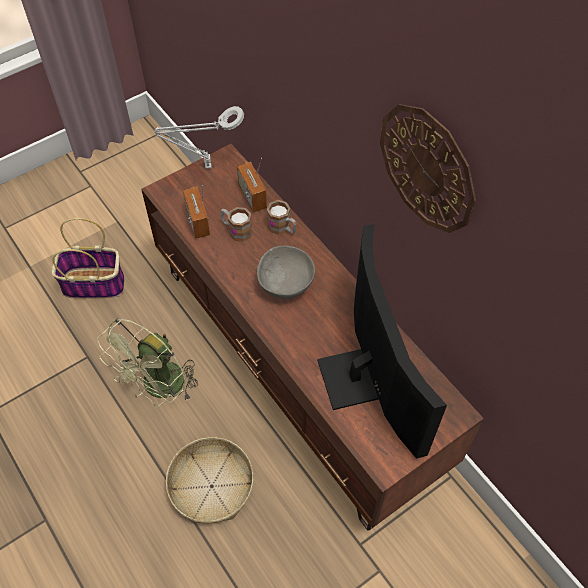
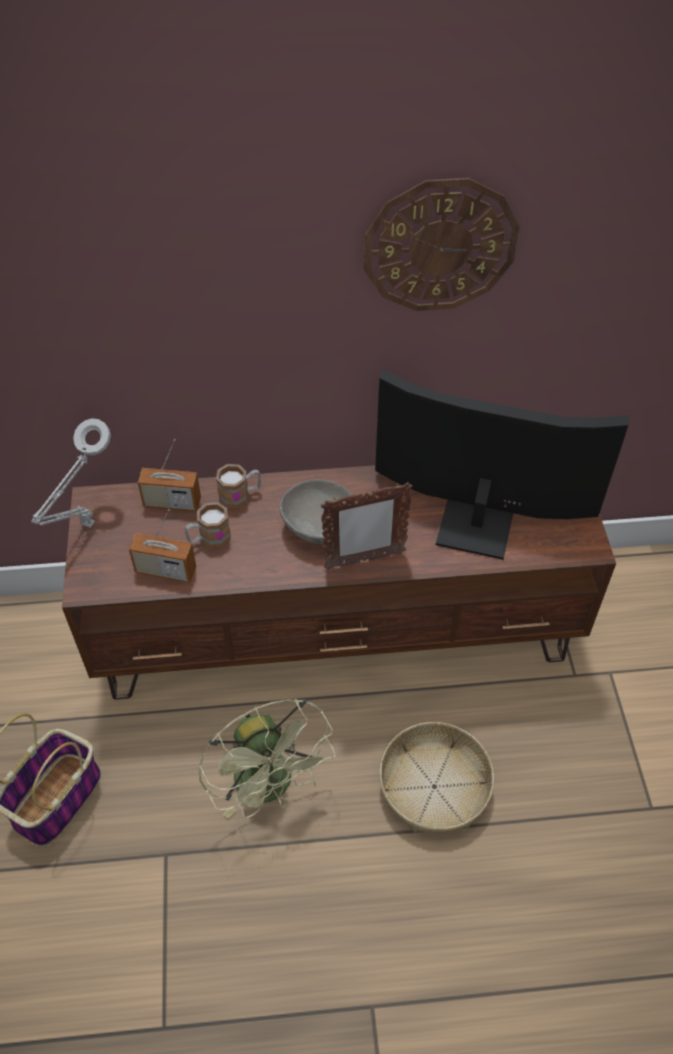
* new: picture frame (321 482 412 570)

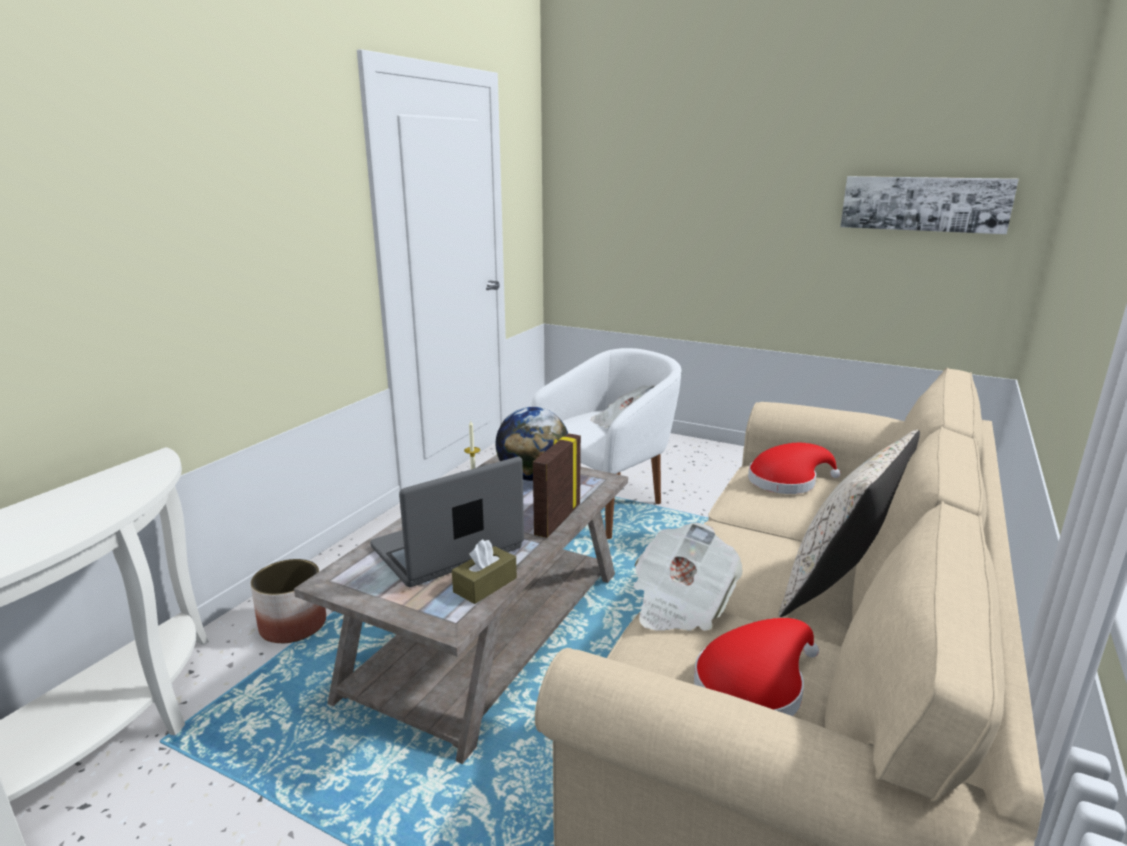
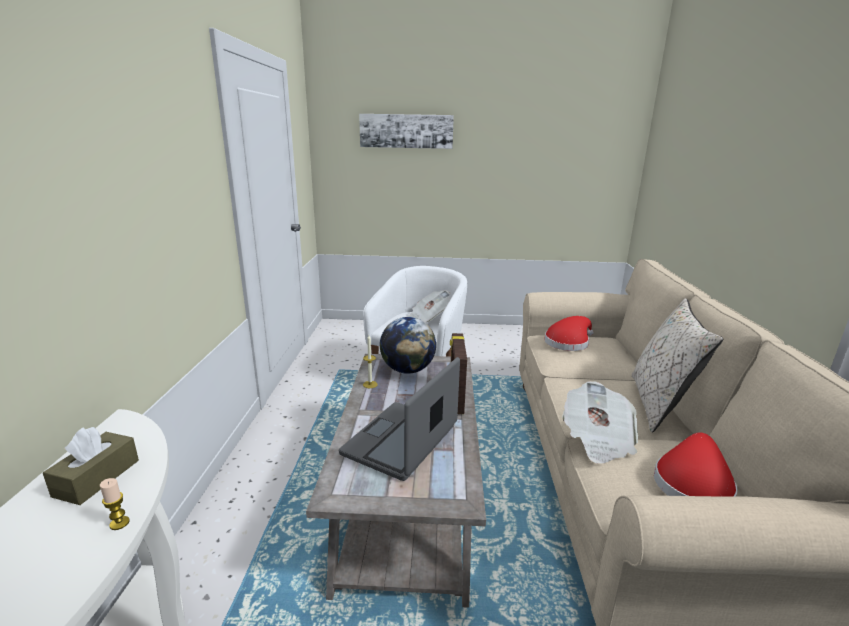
* gone: planter (250 559 326 643)
* new: candle (100 478 130 530)
* shifted: brown tissue box (452 539 517 604) to (43 427 139 505)
* shifted: picture (840 176 1019 234) to (359 114 454 149)

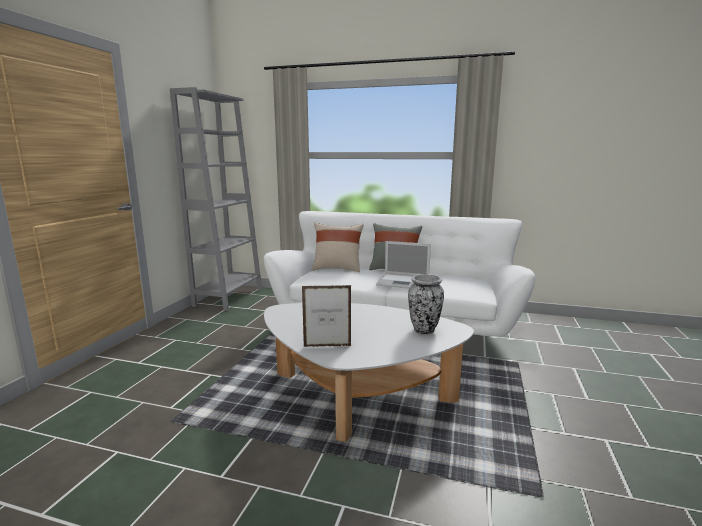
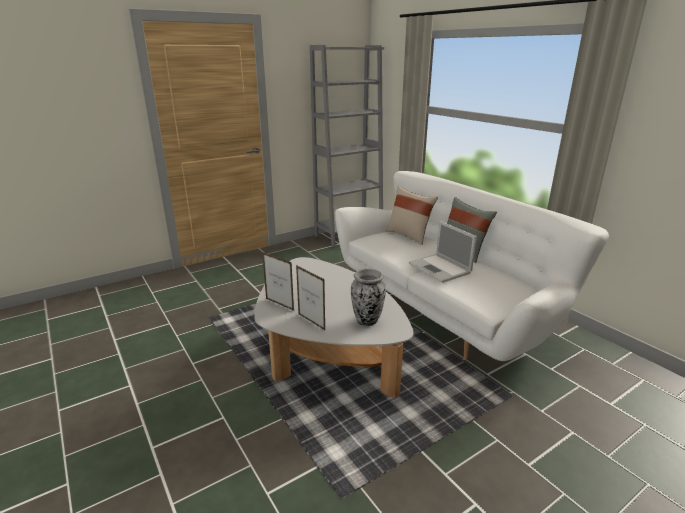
* new: picture frame (296 265 325 330)

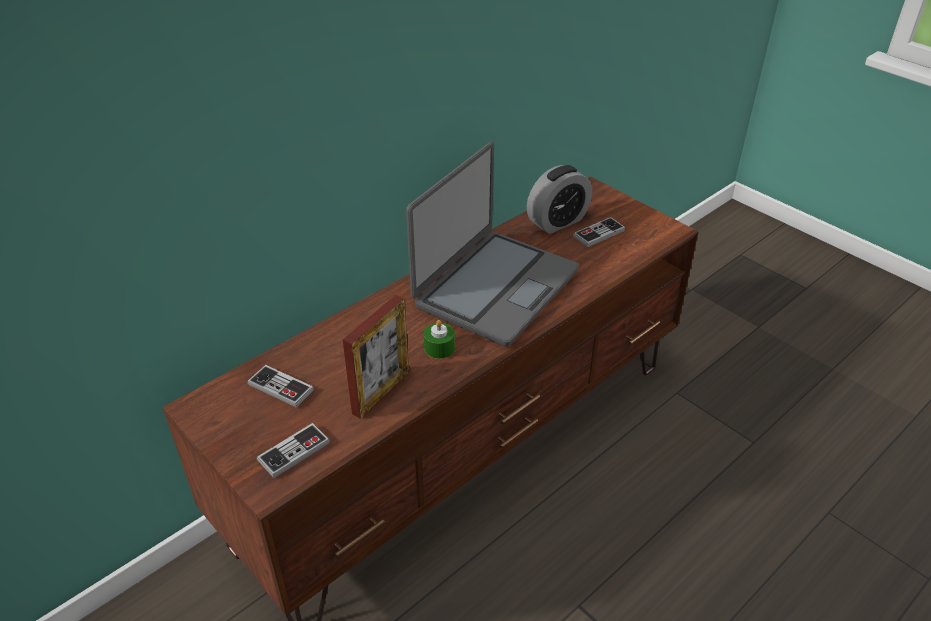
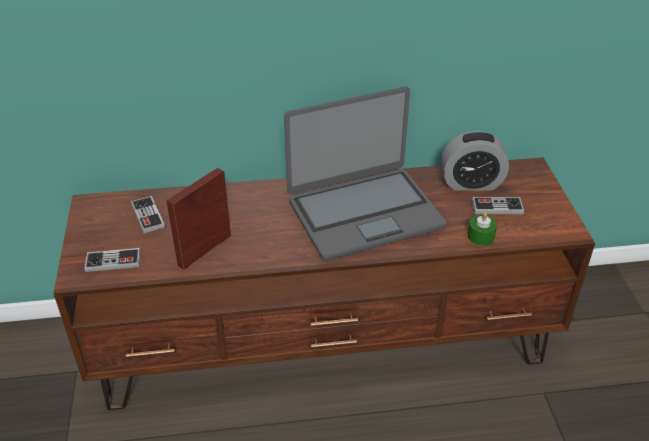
* shifted: green candle (424 320 455 359) to (468 212 497 246)
* rotated: picture frame (343 295 409 419) = (166 168 231 270) 150 degrees clockwise

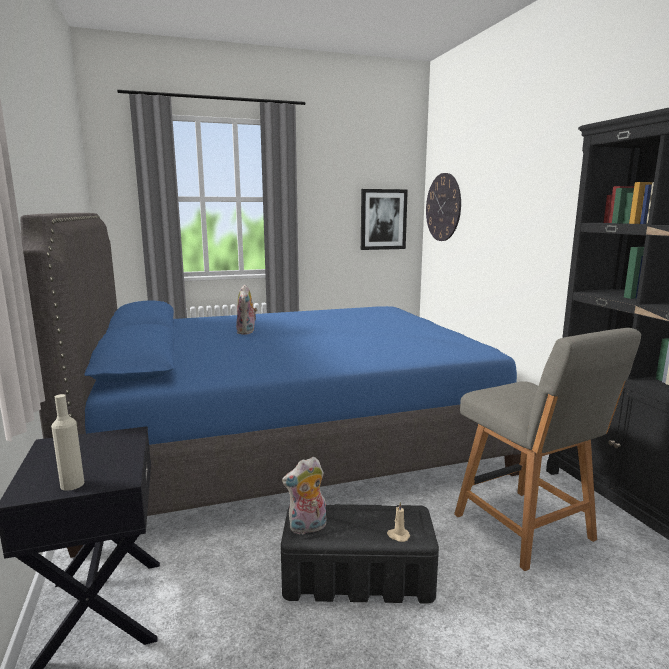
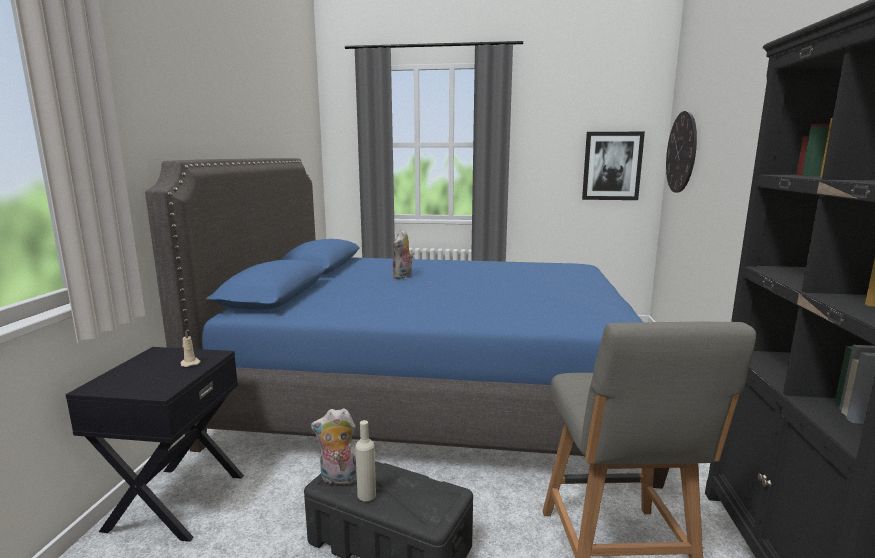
* shifted: beige bottle (51 394 85 491) to (355 420 376 501)
* shifted: beige candle (387 502 410 542) to (180 331 201 367)

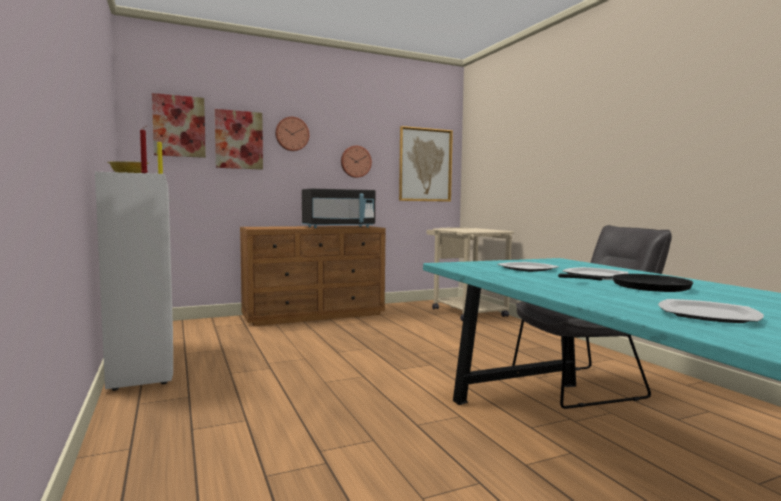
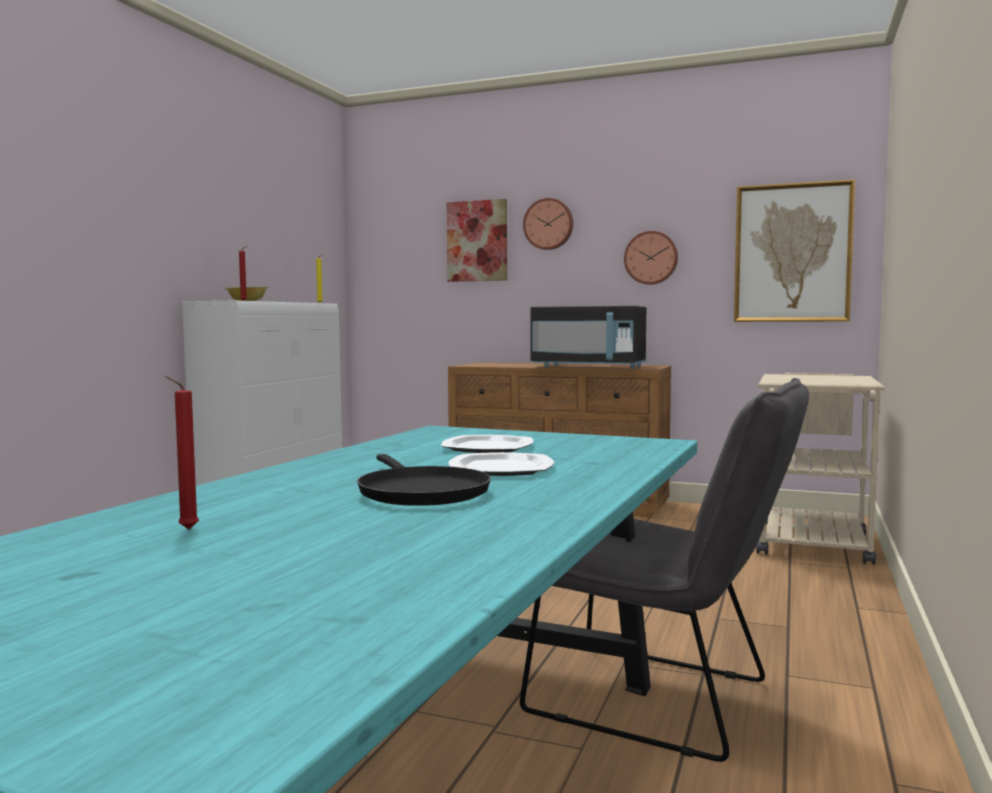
* gone: picture (152 93 206 158)
* swapped: plate (658 299 764 323) to red candle (164 376 199 529)

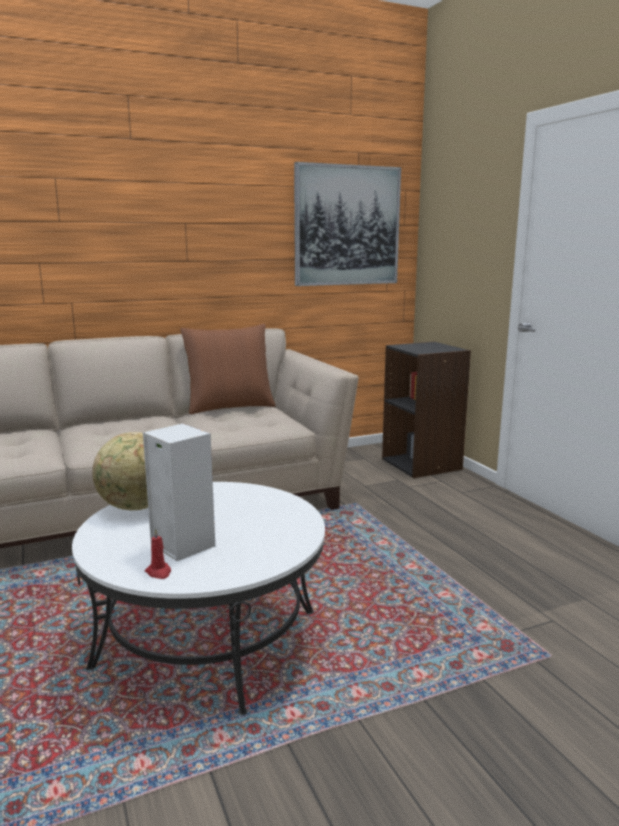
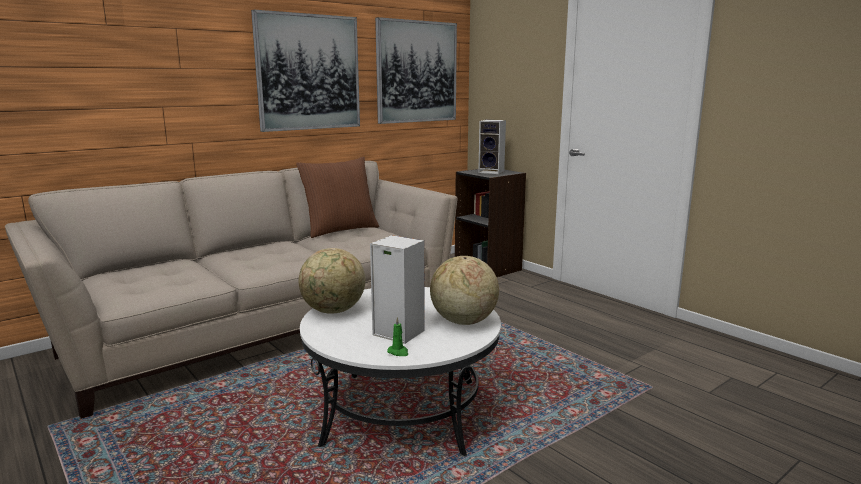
* new: picture (251 10 360 132)
* new: globe (430 256 499 325)
* new: speaker (478 120 506 174)
* repainted: red candle (145 528 171 579) to green candle (387 317 408 356)

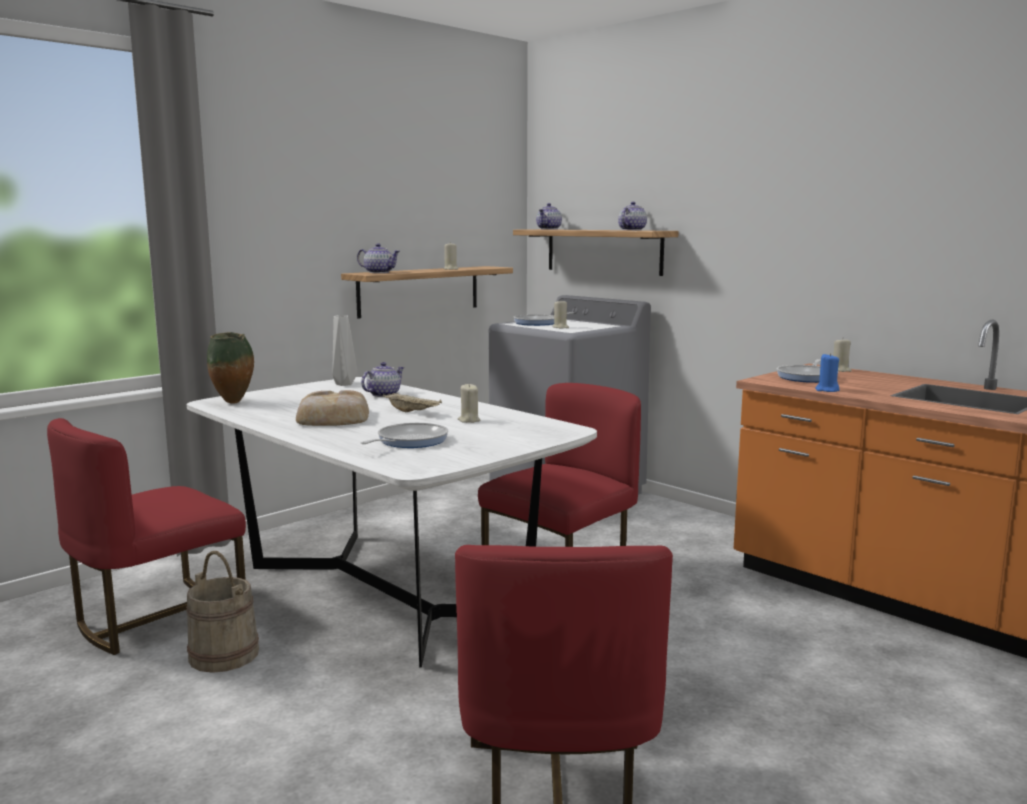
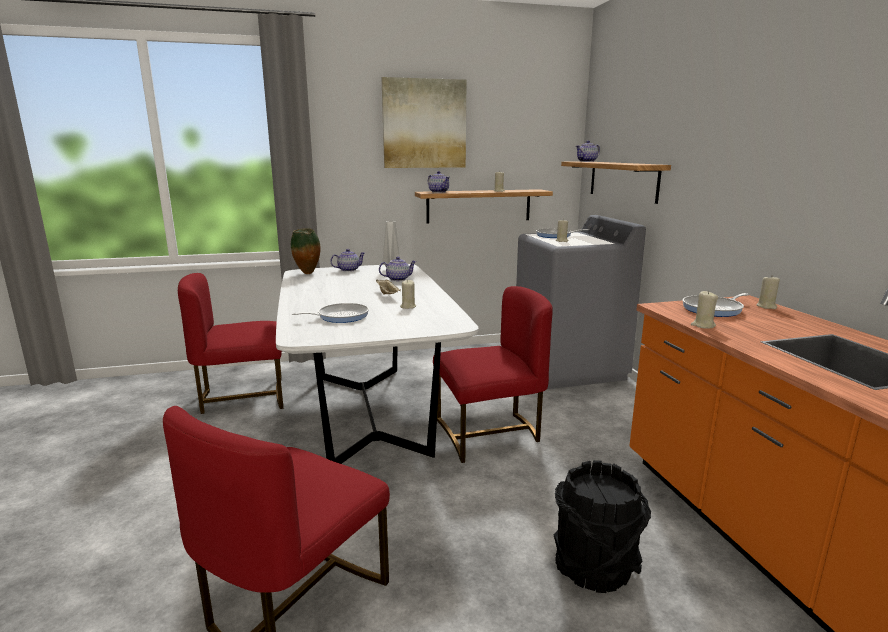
* gone: beige bucket (186 551 259 673)
* gone: bread (296 390 369 426)
* new: picture (381 77 467 168)
* new: black bucket (554 460 651 593)
* shifted: teapot (618 202 647 230) to (330 249 365 272)
* repainted: blue candle (815 353 839 392) to beige candle (691 291 718 329)

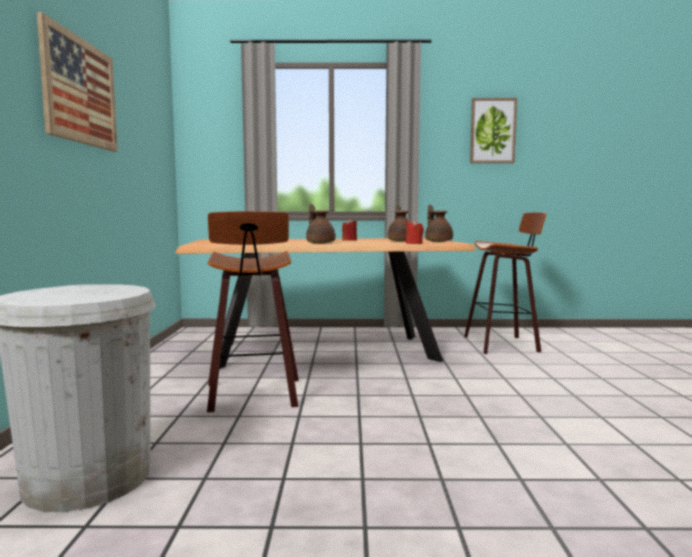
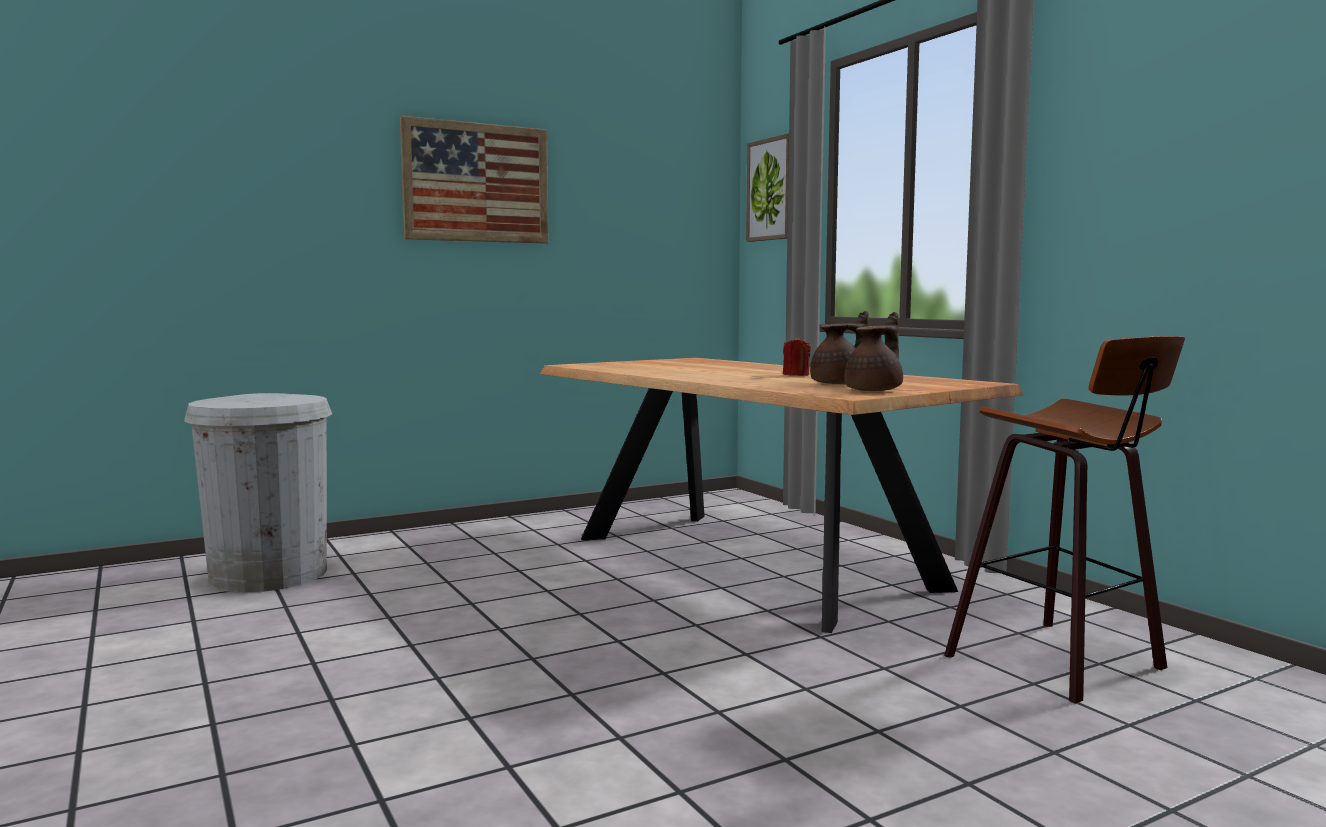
* gone: stool (207 211 299 413)
* gone: brown teapot (306 204 335 244)
* gone: red candle (406 220 424 244)
* shifted: picture (470 98 517 163) to (746 133 789 242)

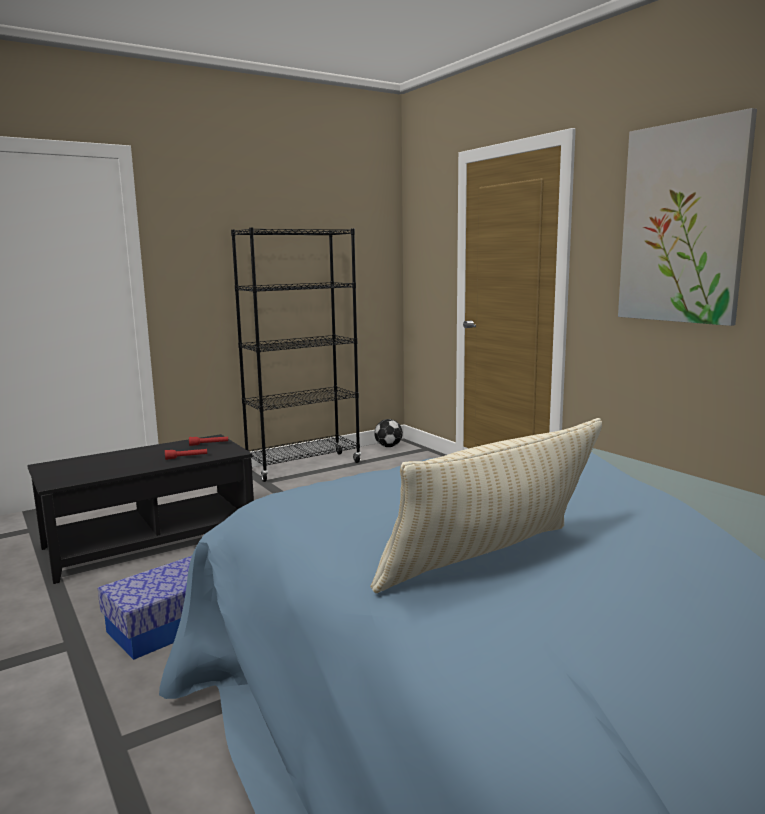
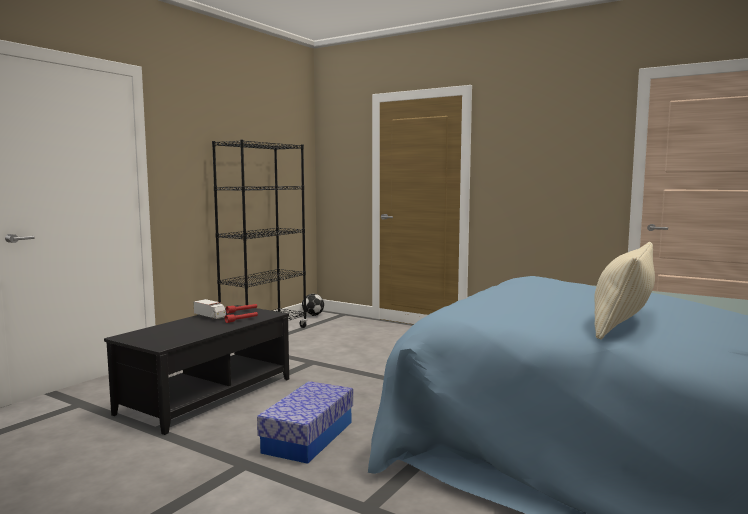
* gone: picture (618 108 757 326)
* new: toy truck (194 299 226 320)

